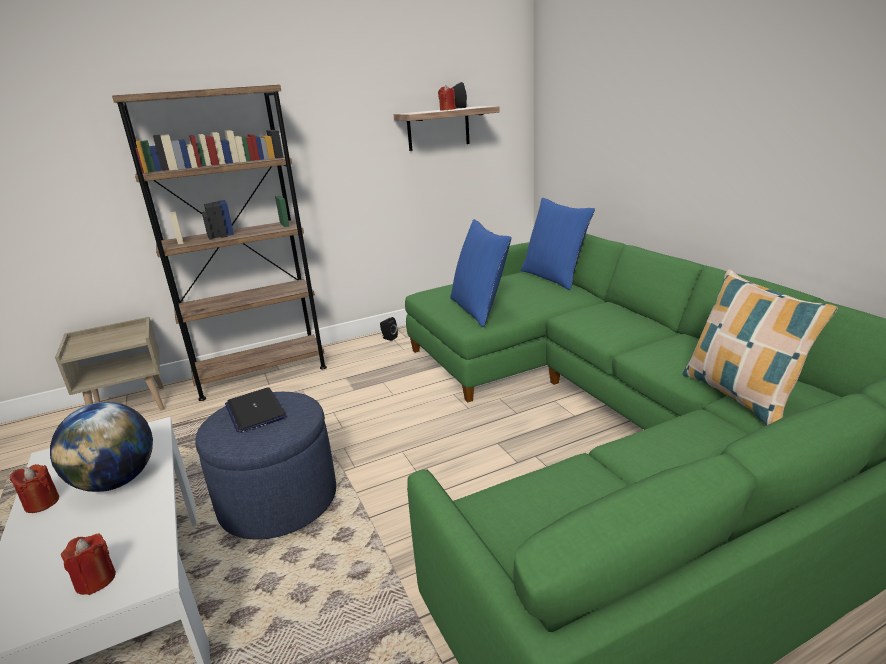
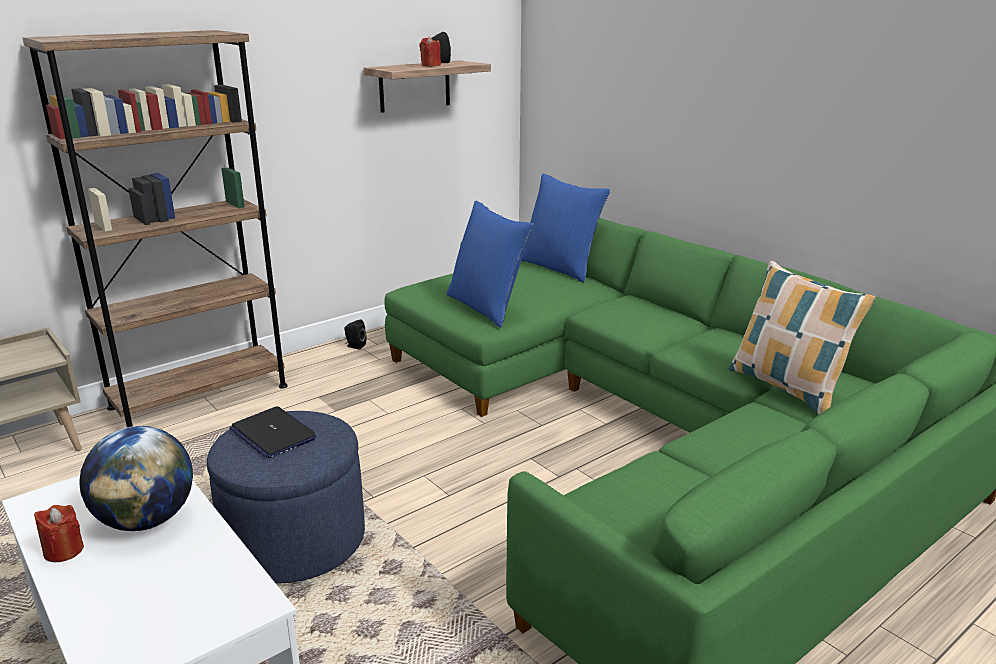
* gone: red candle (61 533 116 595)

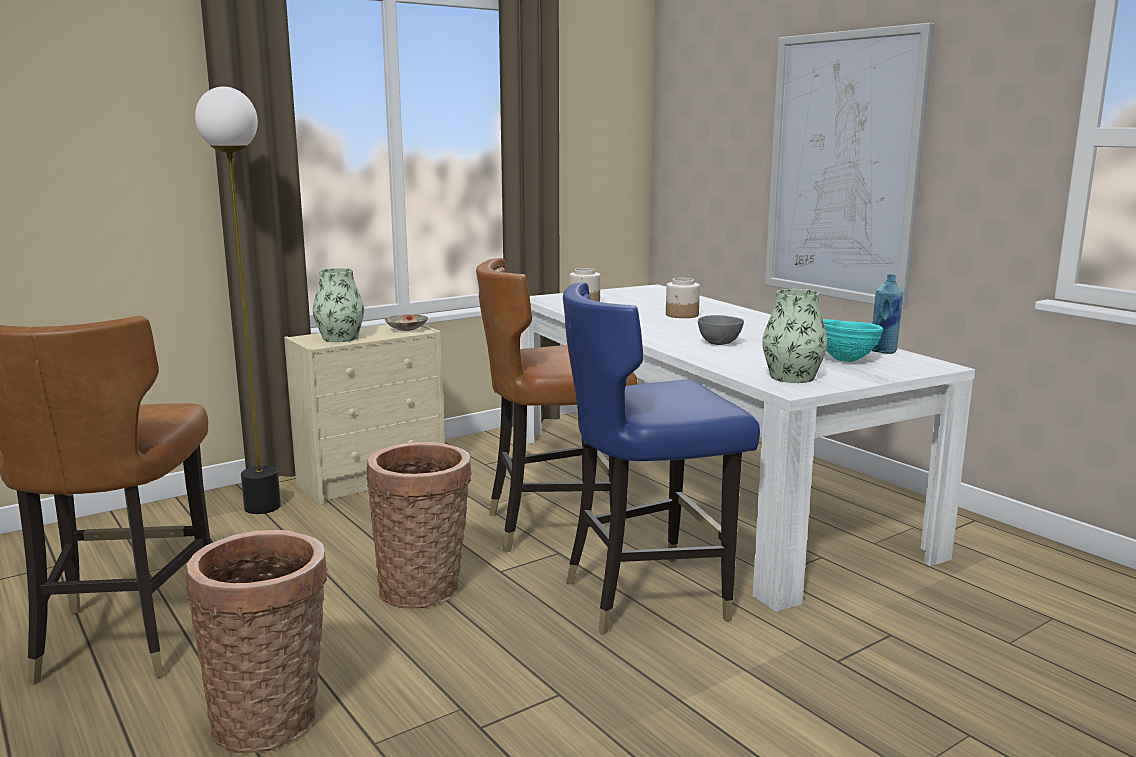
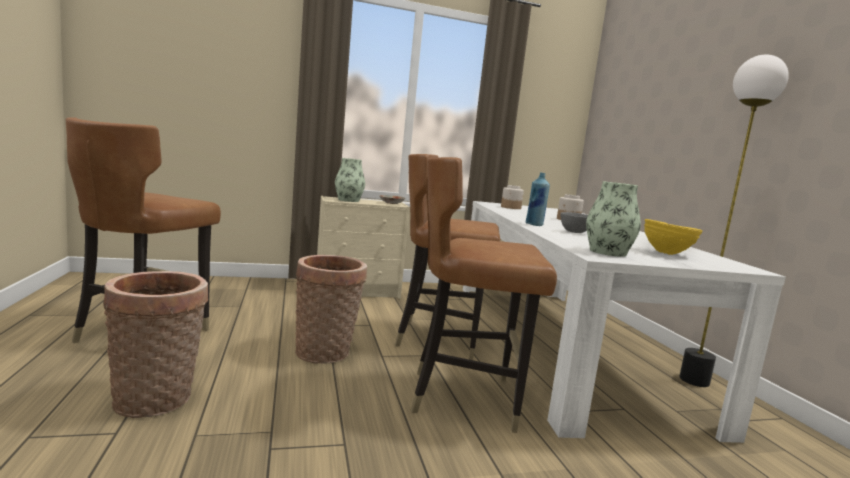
* gone: picture (765 23 934 309)
* shifted: floor lamp (195 87 281 514) to (679 55 789 387)
* shifted: blue bottle (872 274 904 354) to (525 173 550 226)
* repainted: blue chair (563 282 760 634) to brown chair (411 157 557 433)
* repainted: turquoise bowl (823 319 883 362) to yellow bowl (644 219 702 255)

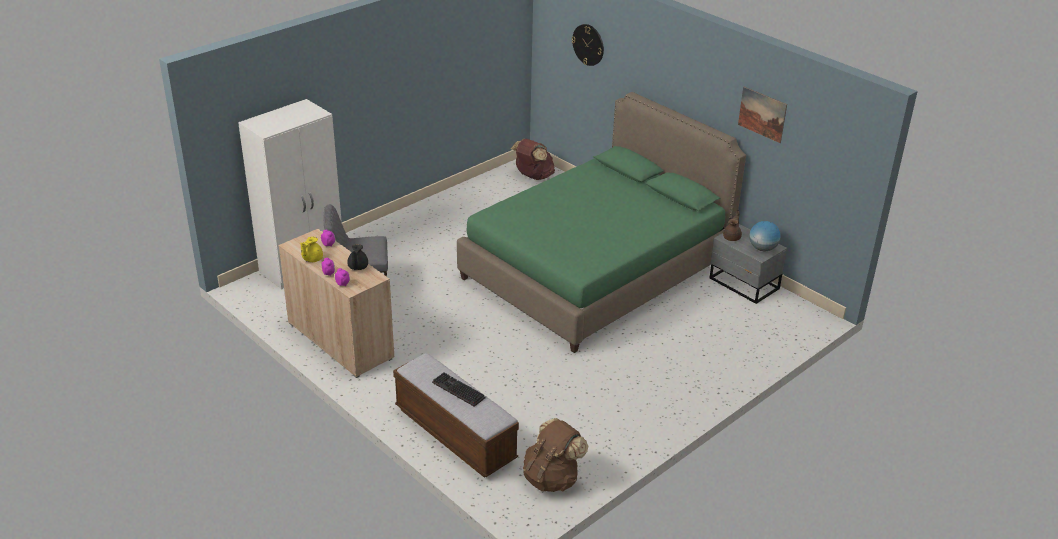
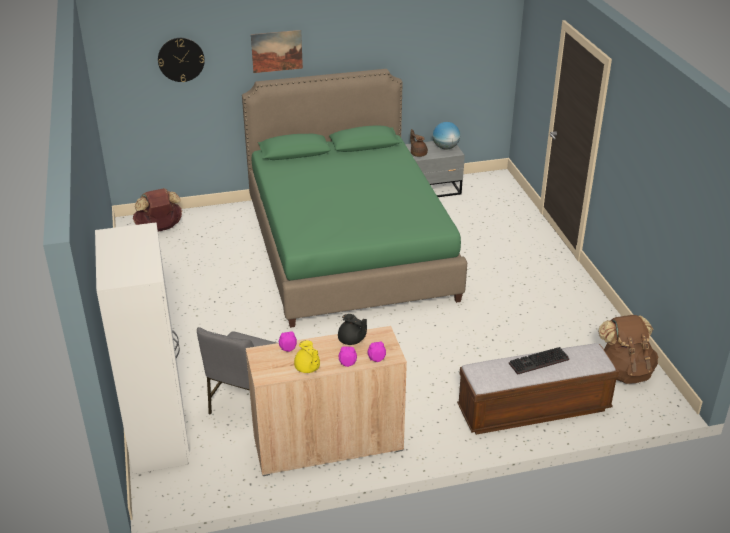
* shifted: picture (738 87 787 143) to (251 30 303 73)

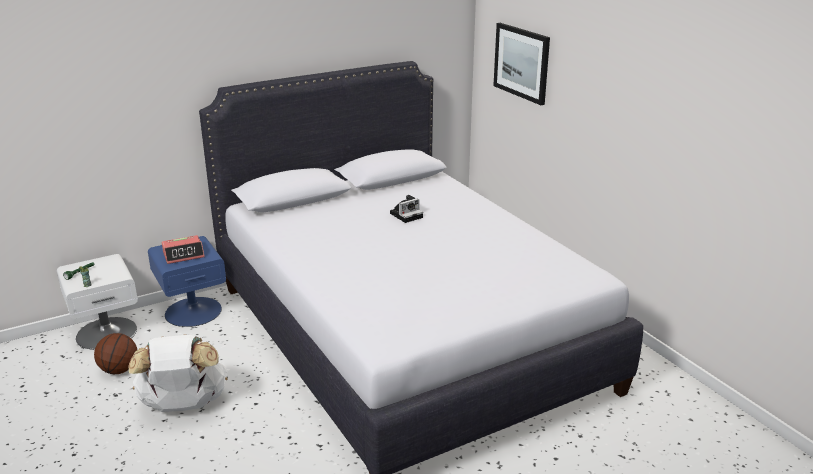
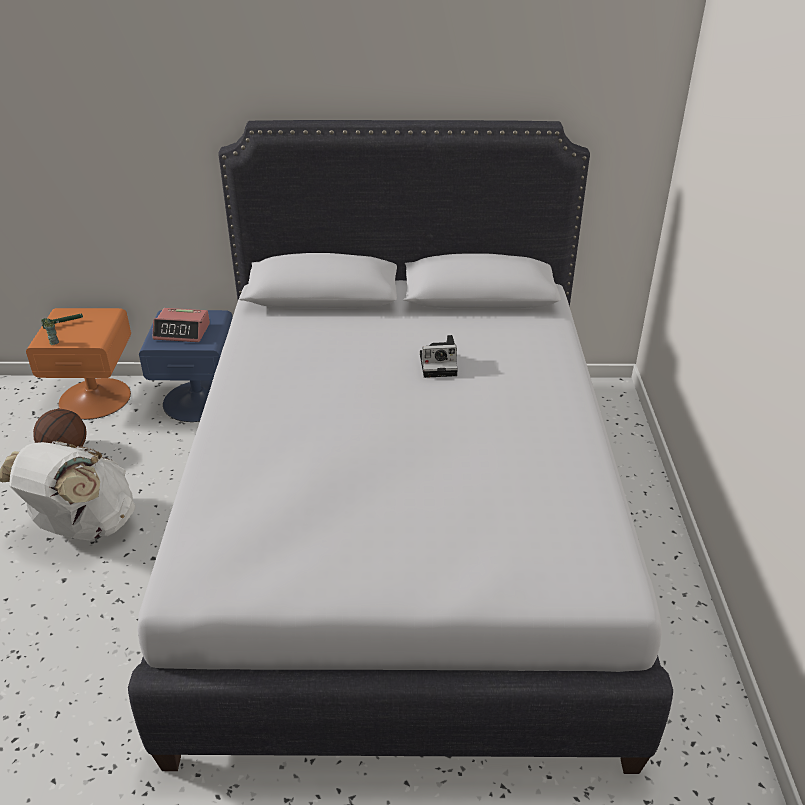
* gone: picture (493 23 550 105)
* repainted: white nightstand (57 254 138 350) to orange nightstand (26 308 131 420)

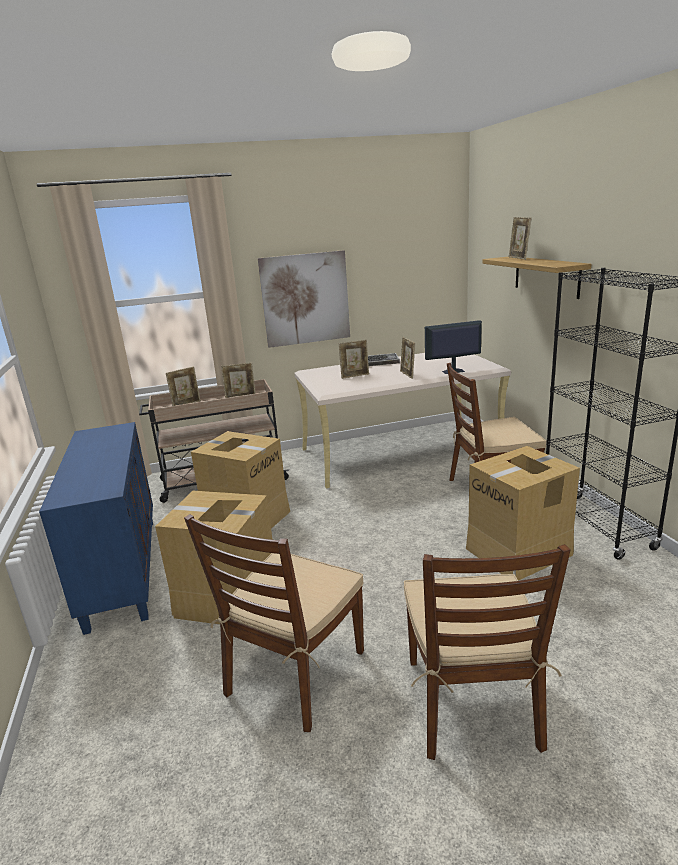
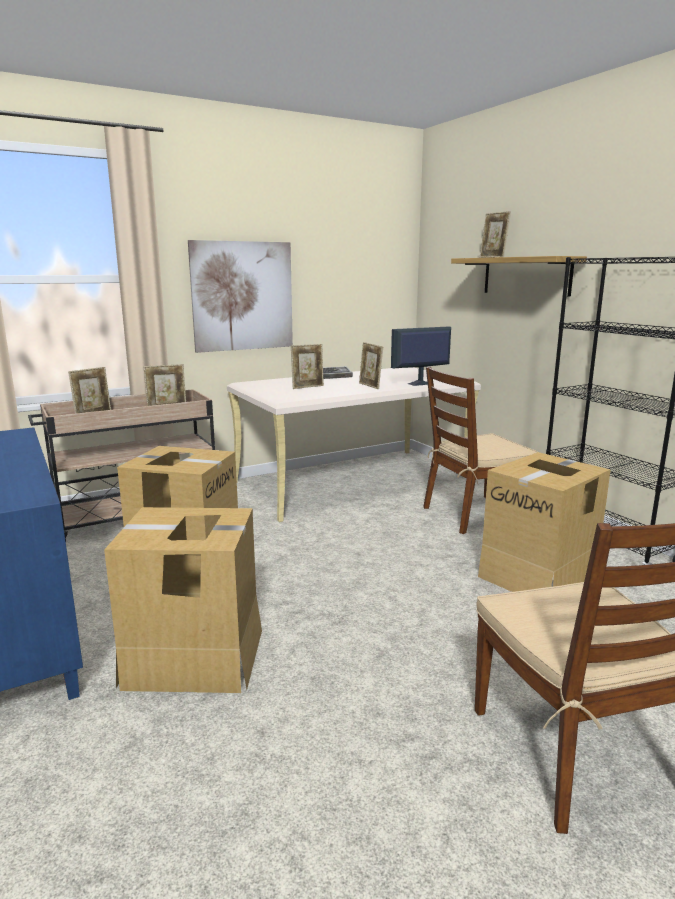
* gone: brown chair (184 514 364 732)

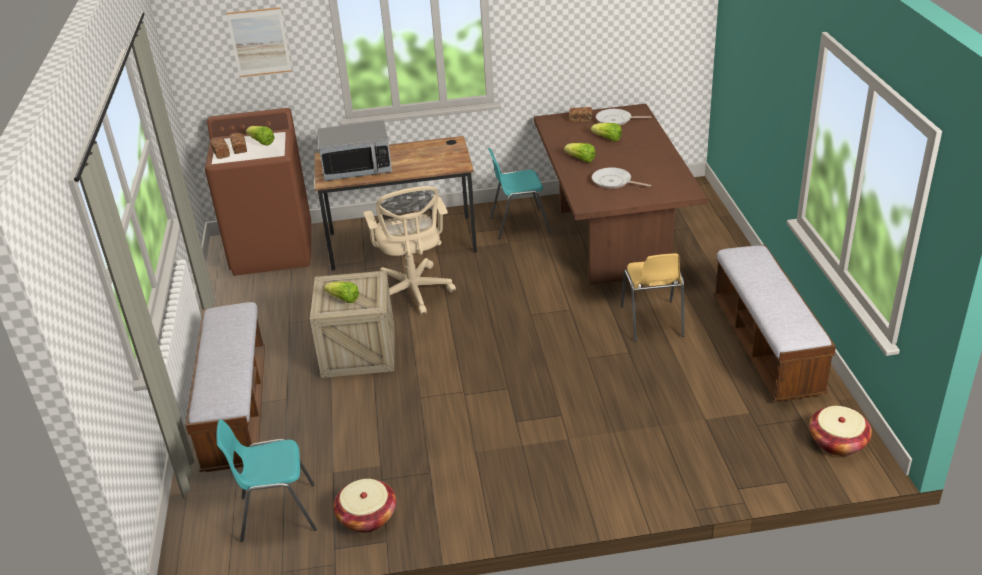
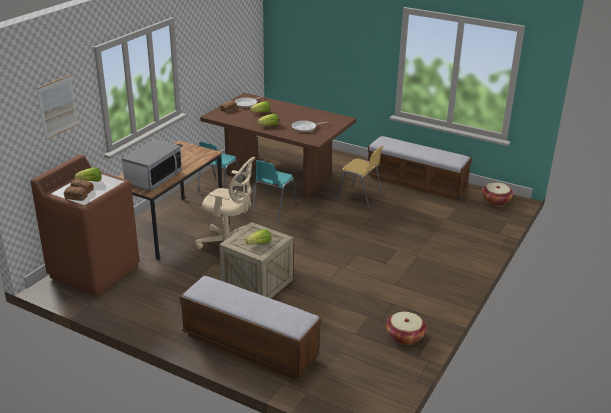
* shifted: turquoise chair (216 419 317 542) to (251 160 297 221)

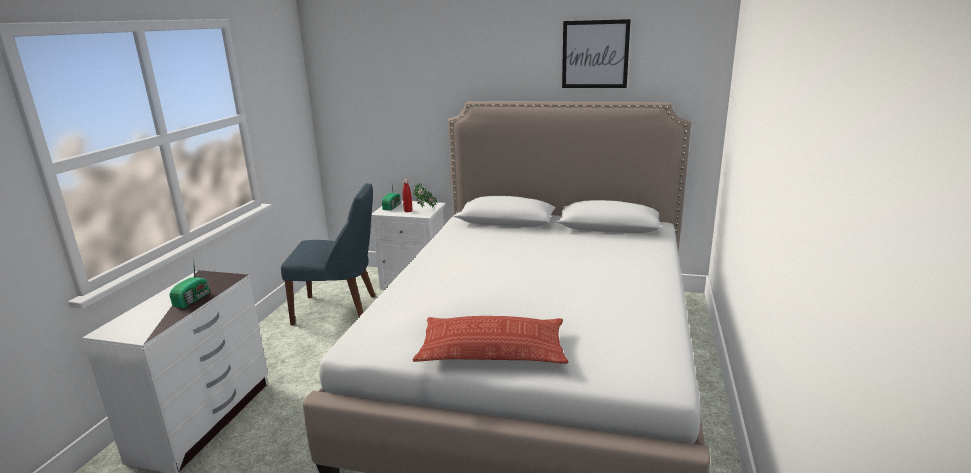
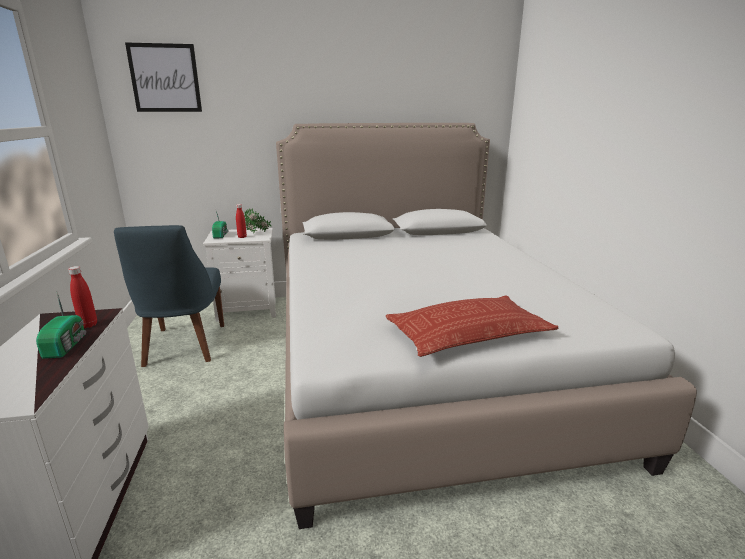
* new: red bottle (68 266 97 328)
* shifted: picture (562 19 631 88) to (125 42 202 112)
* rotated: blue chair (281 183 375 325) = (114 225 224 367) 105 degrees clockwise

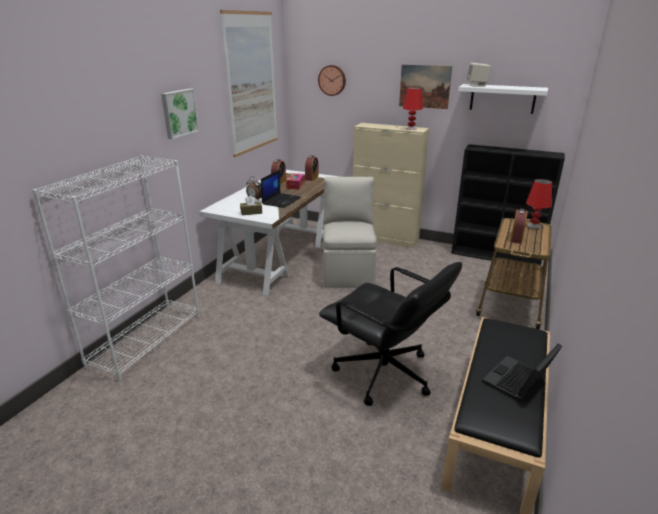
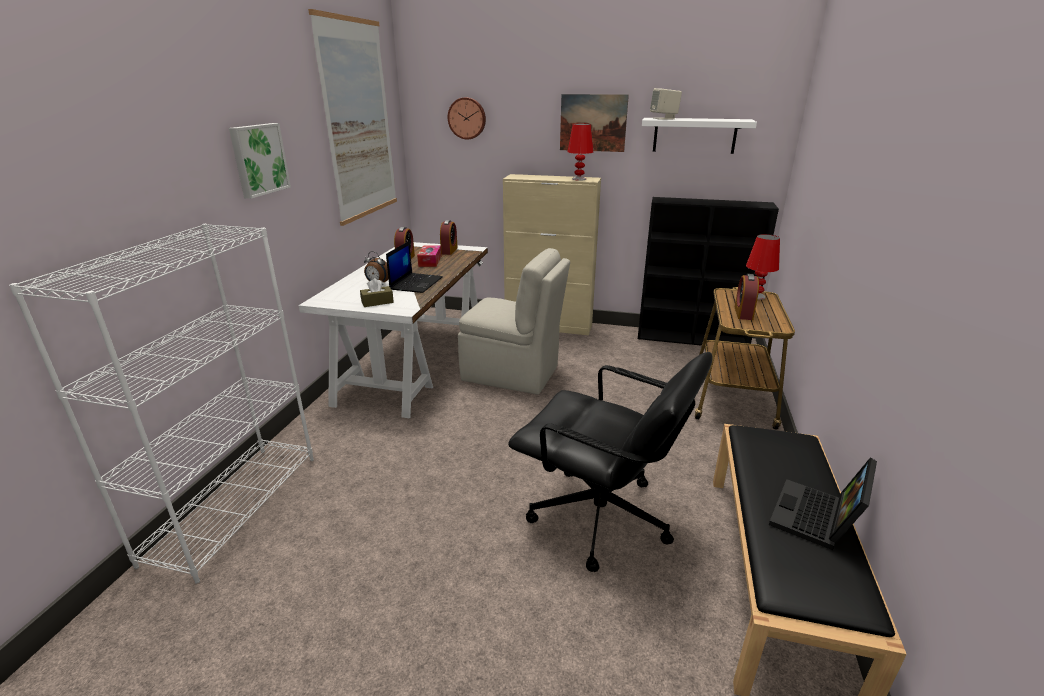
* rotated: beige chair (323 177 377 288) = (458 248 570 395) 120 degrees clockwise

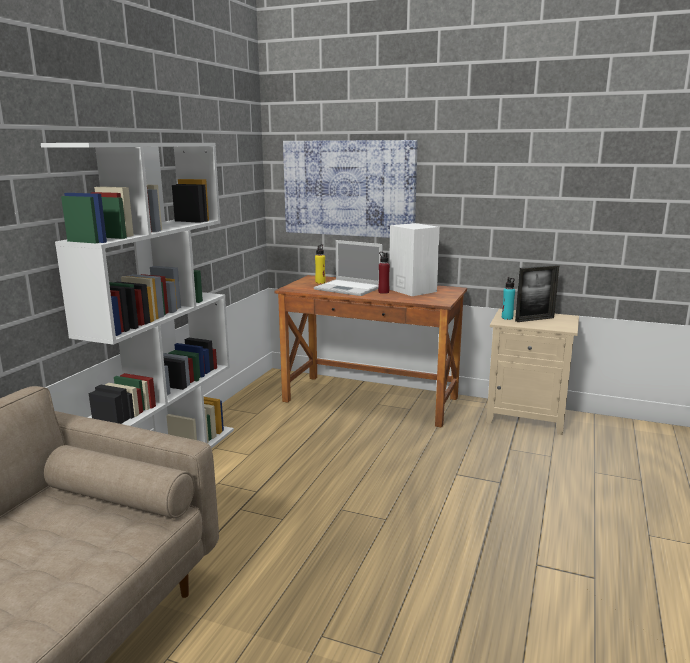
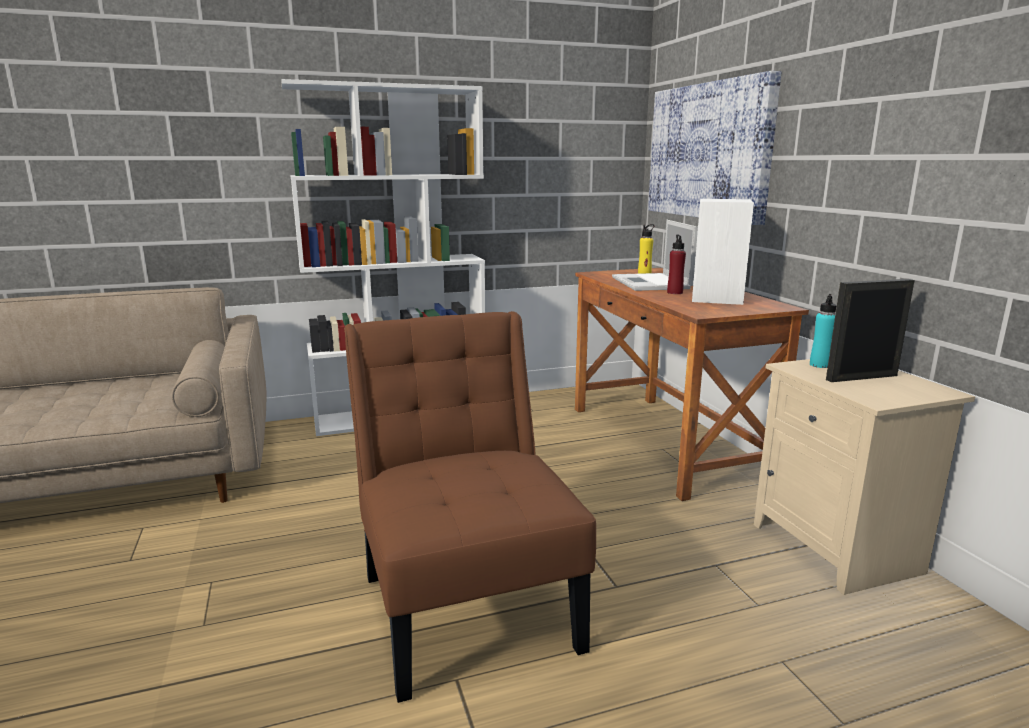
* new: brown chair (344 311 596 703)
* rotated: picture frame (515 265 559 322) = (826 279 915 382) 135 degrees clockwise

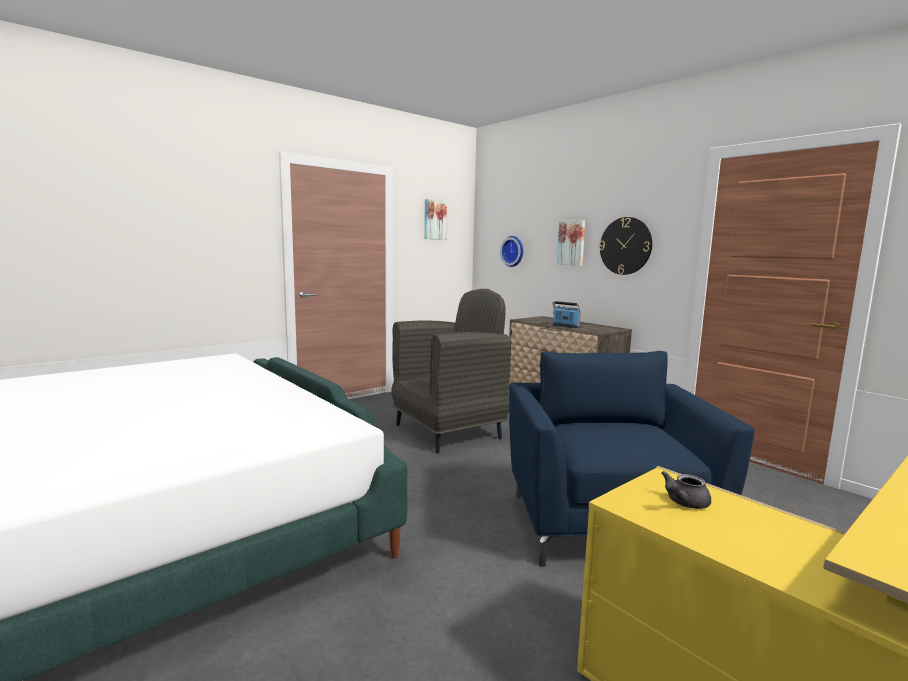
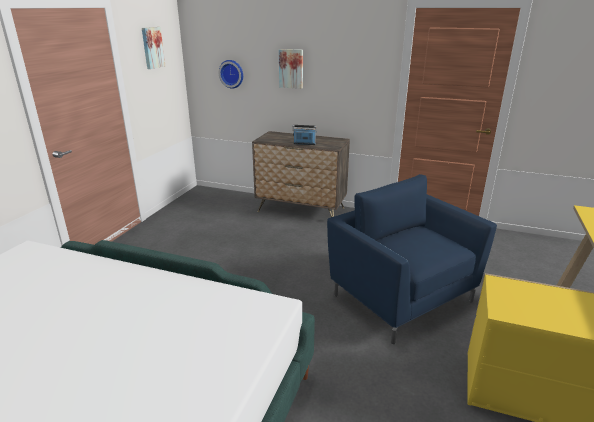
* gone: grey armchair (391 289 511 453)
* gone: wall clock (599 217 652 275)
* gone: grey teapot (662 471 711 509)

